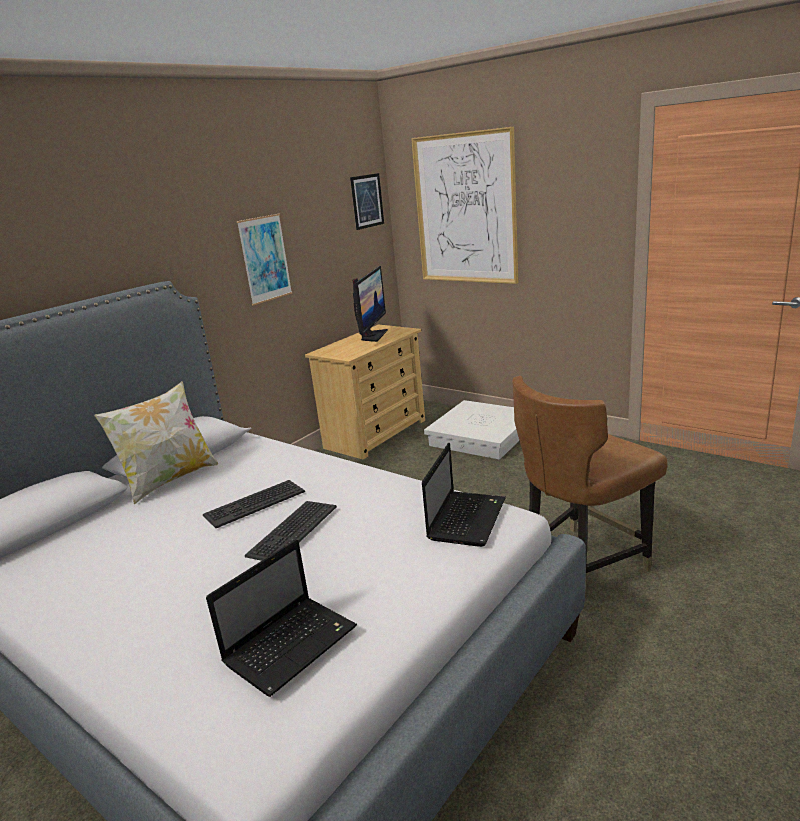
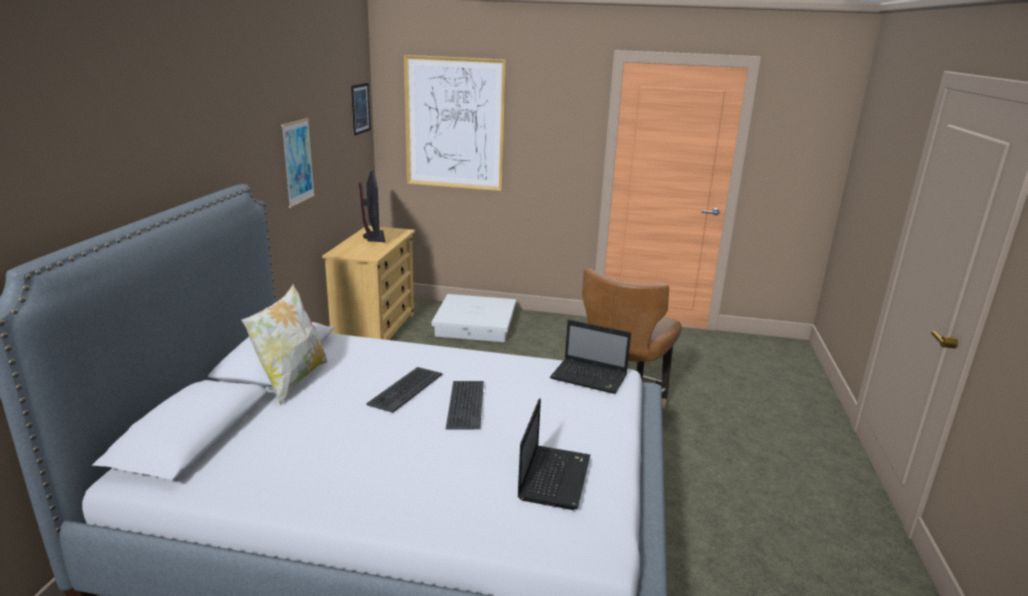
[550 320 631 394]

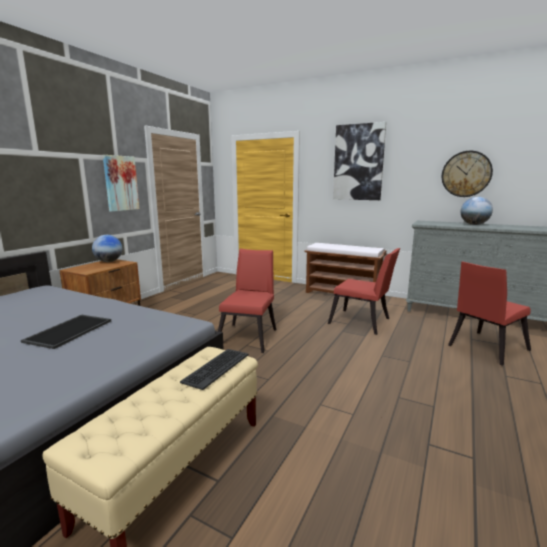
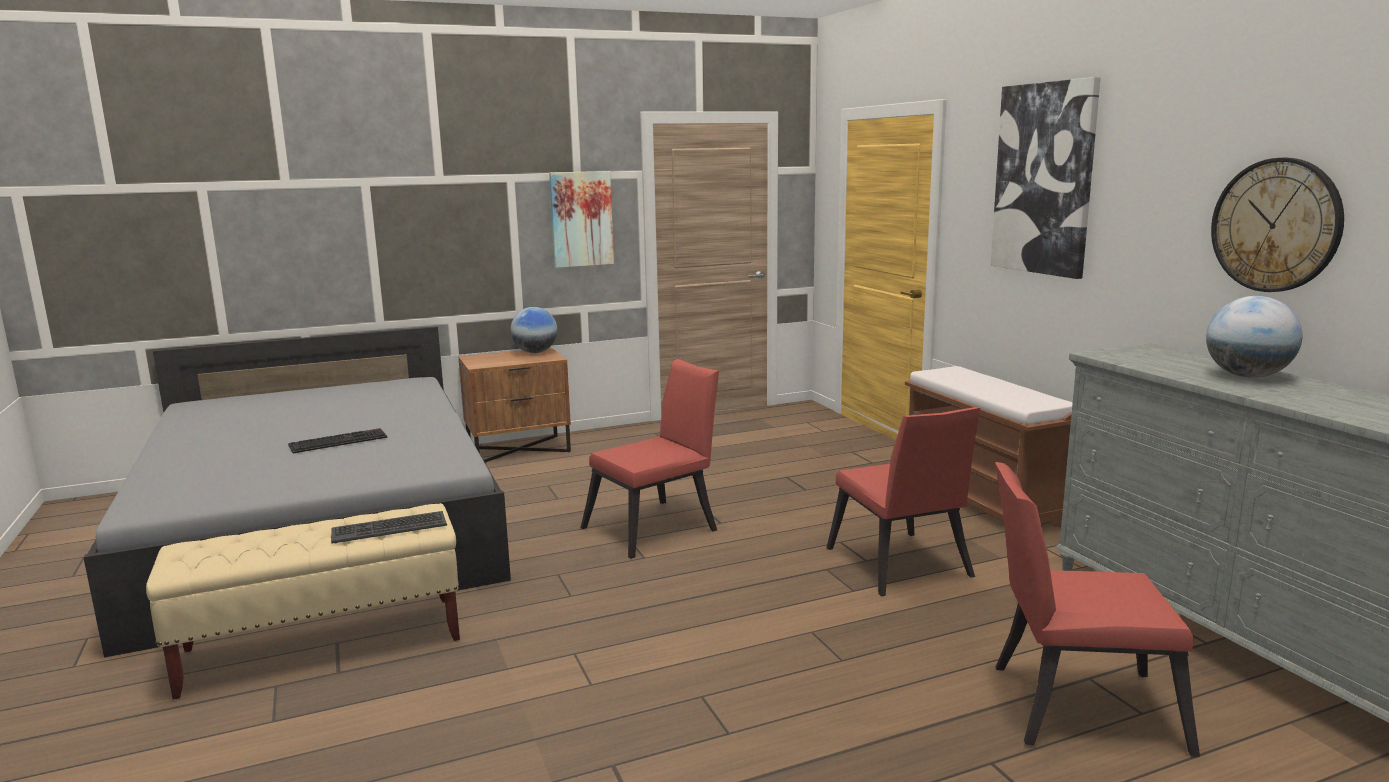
[288 428 387 453]

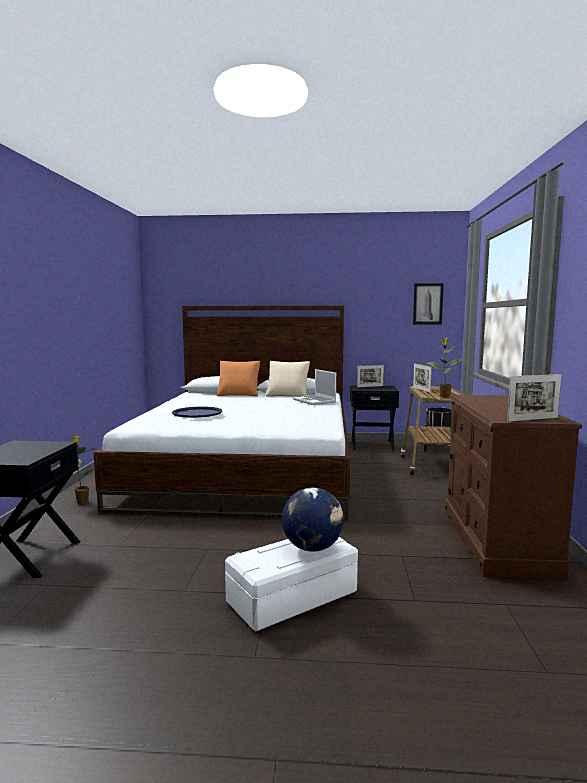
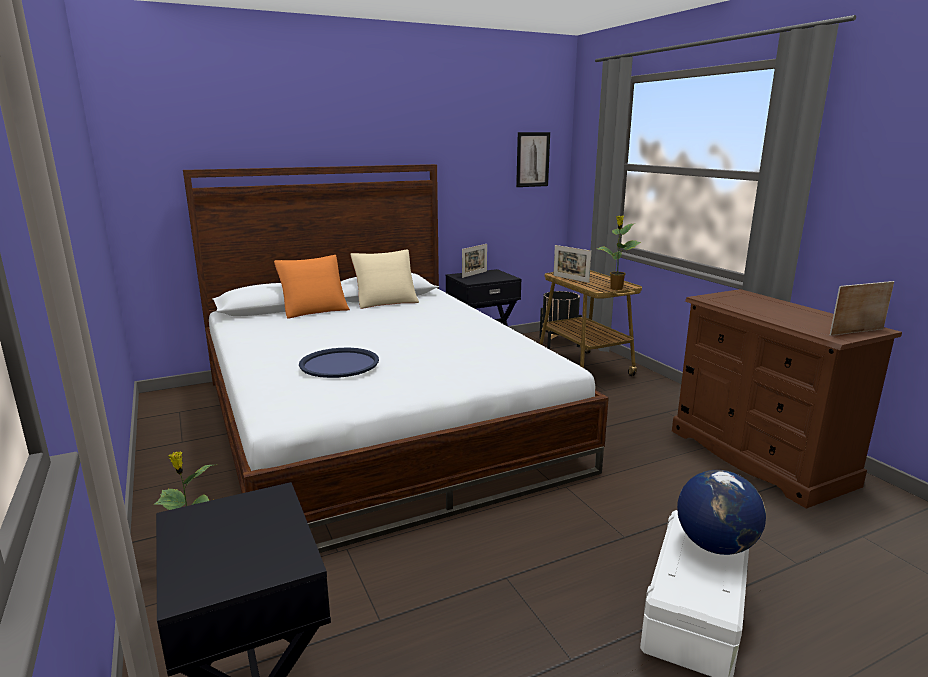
[830 281 894 336]
[293 369 336 405] (first image)

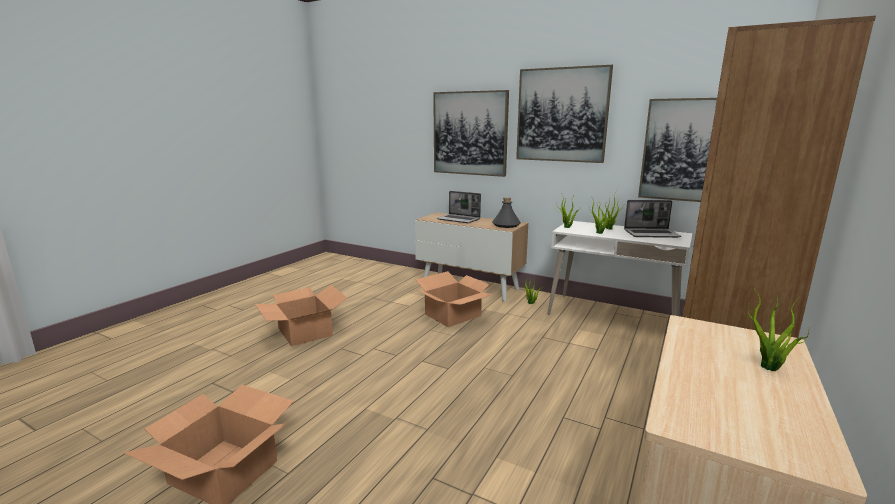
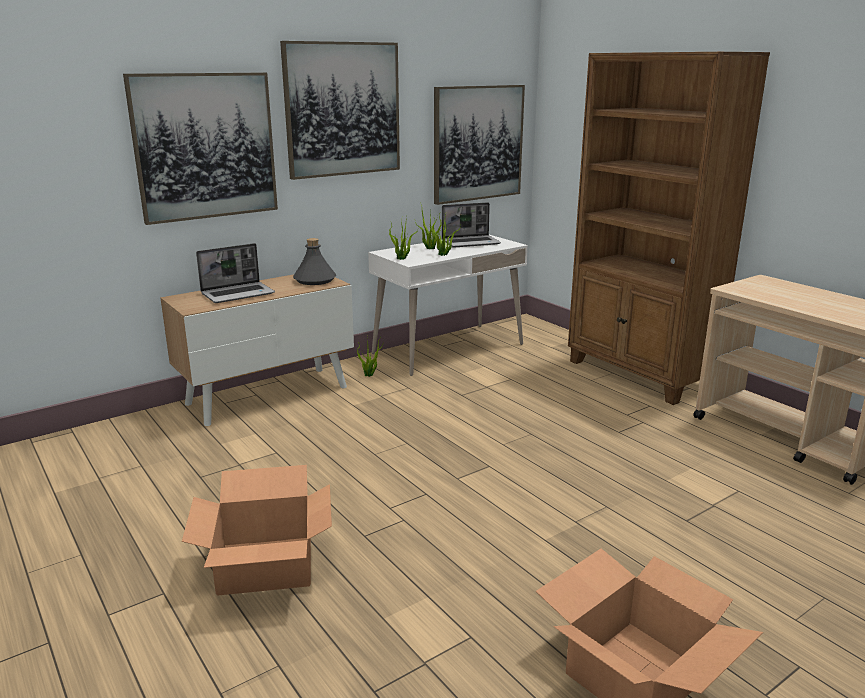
[442 202 501 248]
[415 271 493 327] (first image)
[748 290 809 371] (first image)

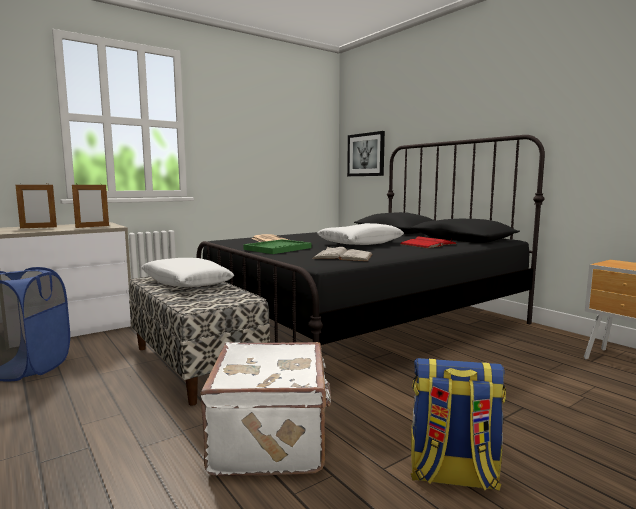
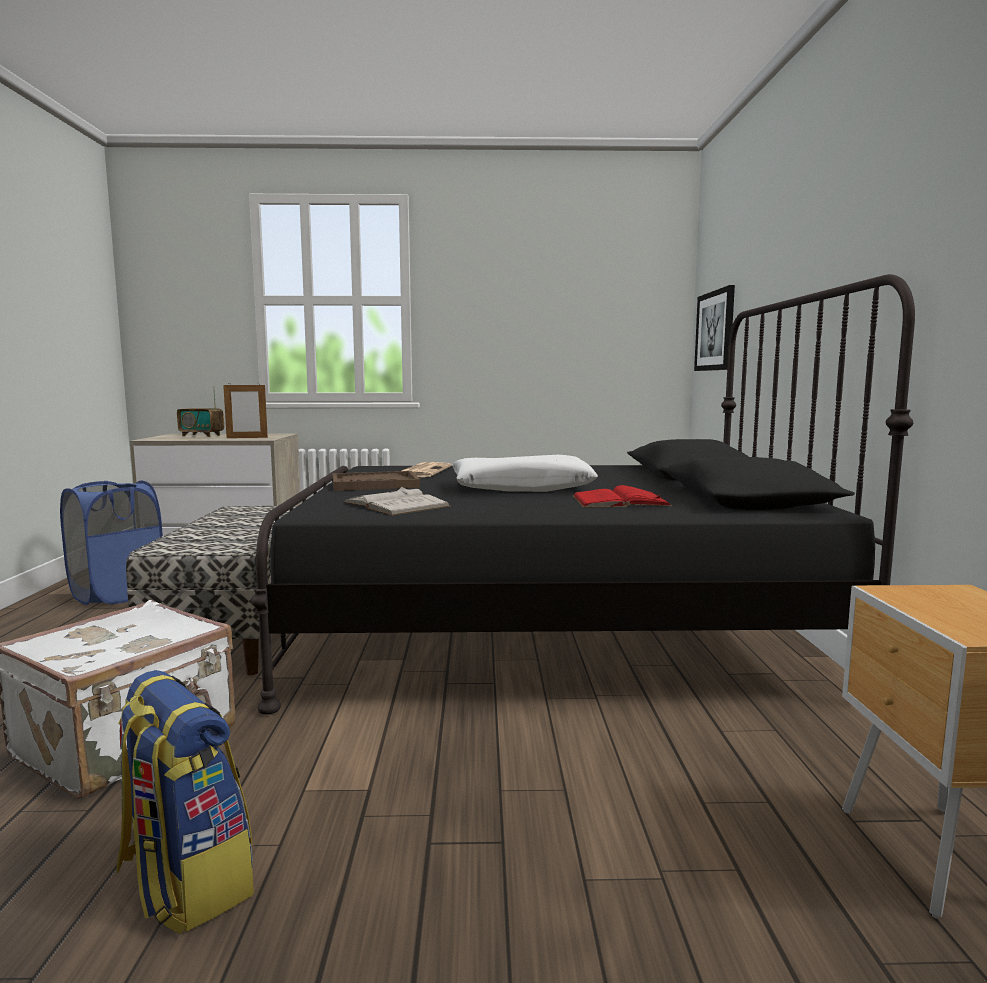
[177 386 224 437]
[332 471 420 491]
[141 258 234 287] (first image)

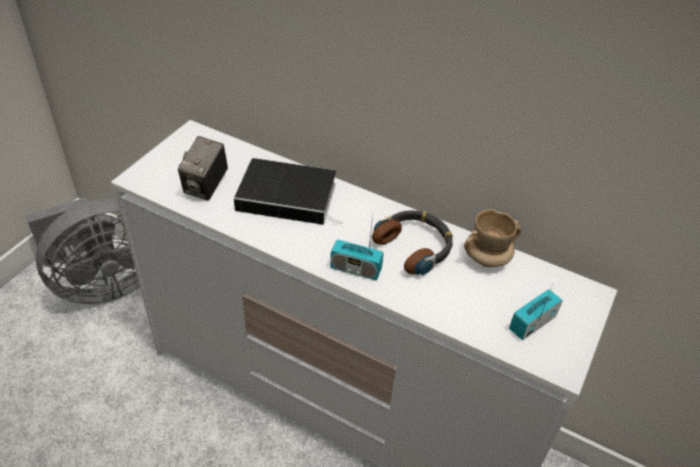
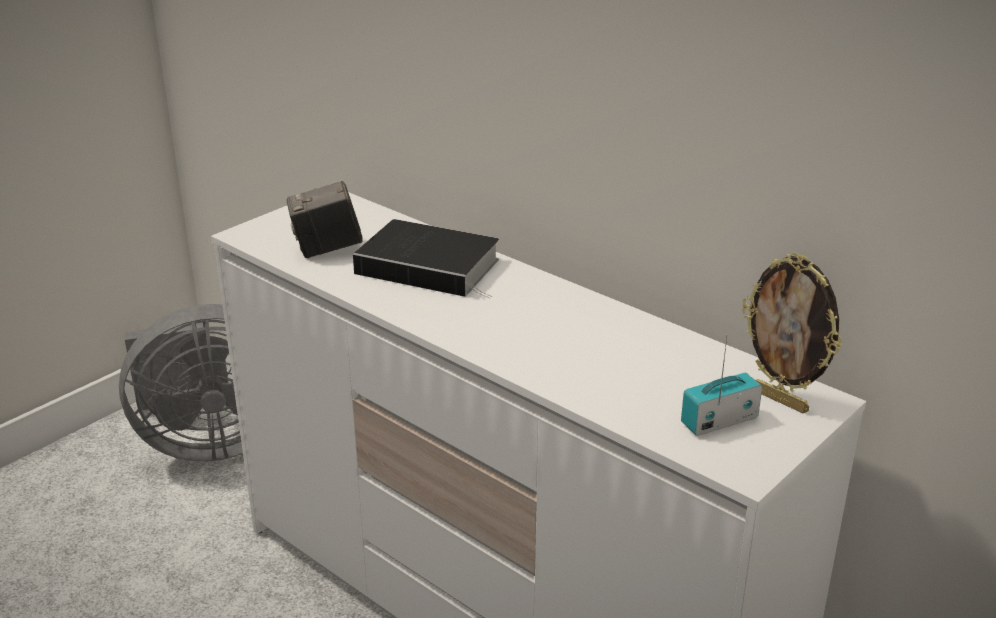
[287 181 363 258]
[742 253 842 413]
[330 214 384 280] (first image)
[372 210 453 275] (first image)
[464 209 522 267] (first image)

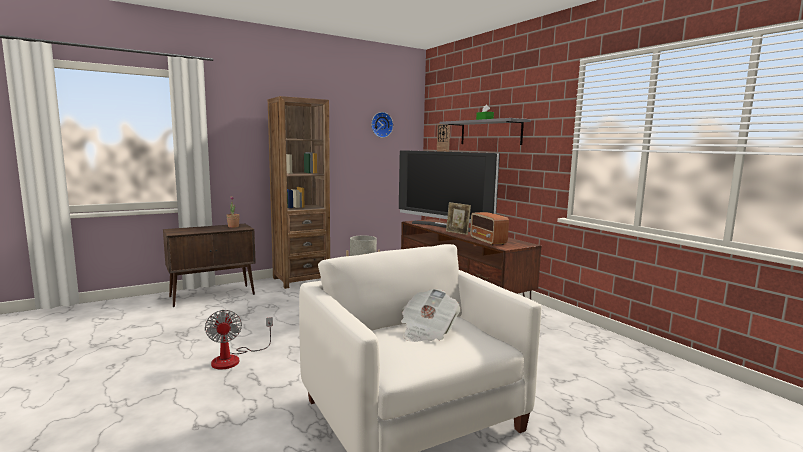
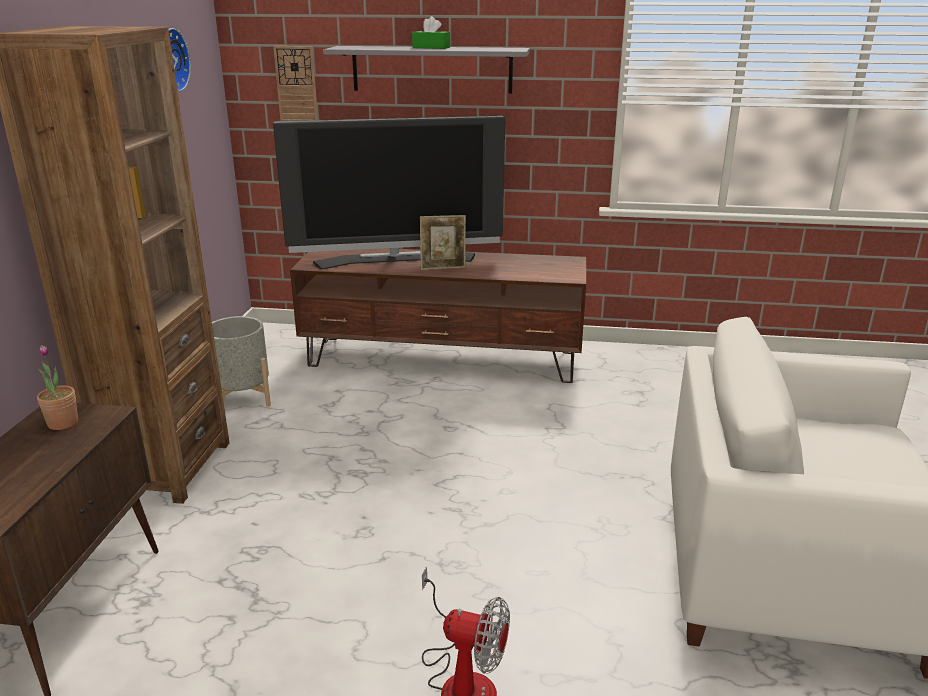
[401 289 460 342] (first image)
[470 212 509 246] (first image)

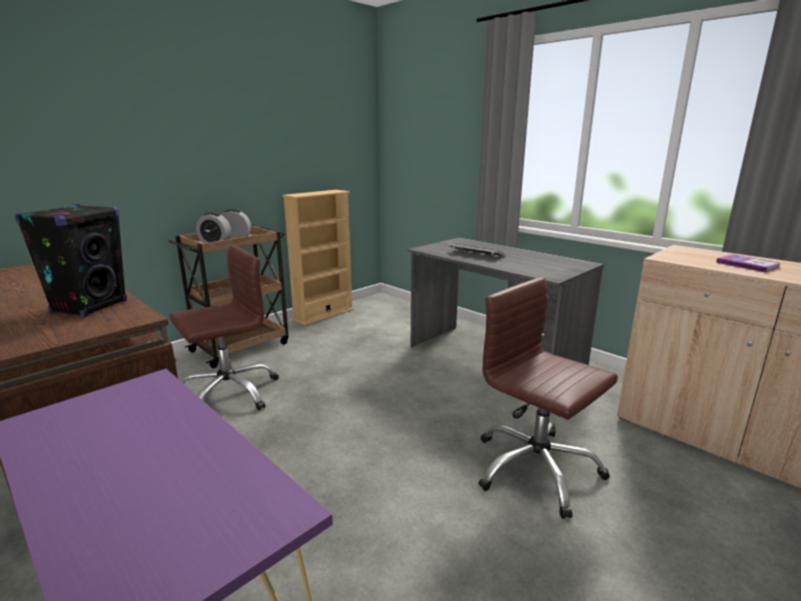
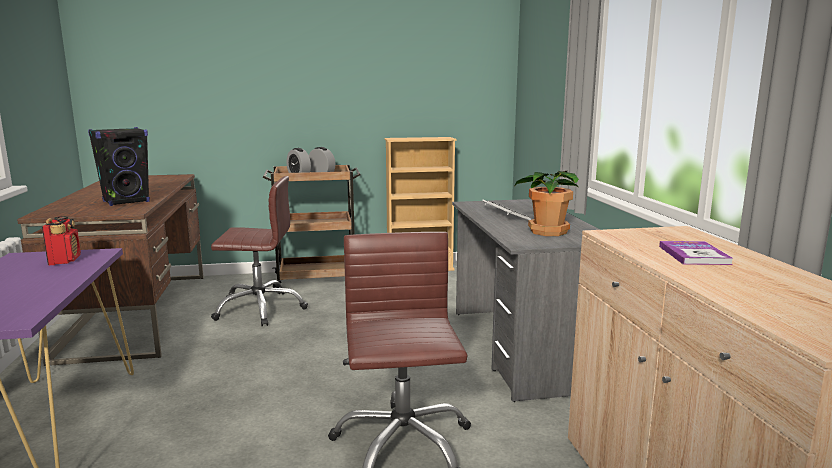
[42 216 81 265]
[514 171 579 236]

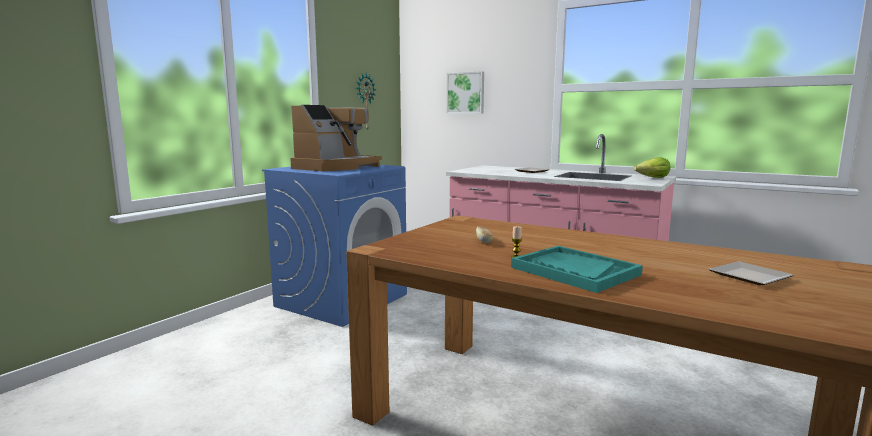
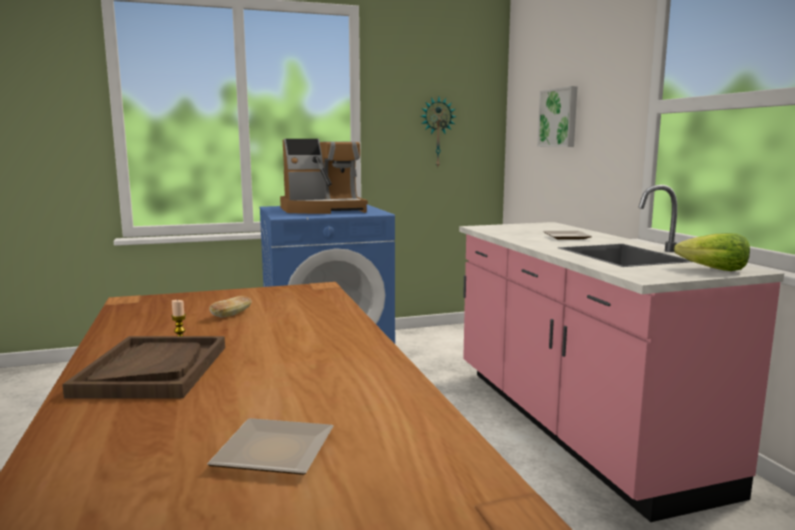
[62 336 225 399]

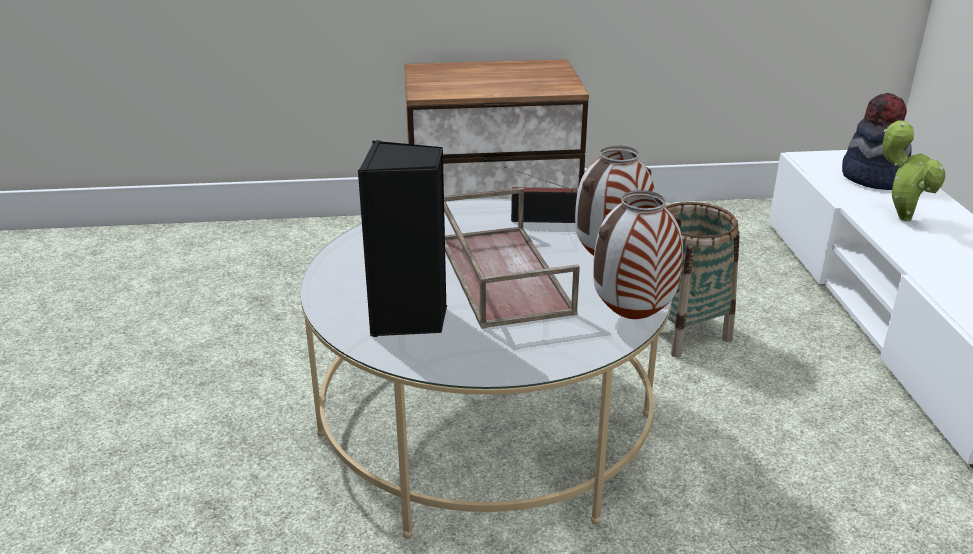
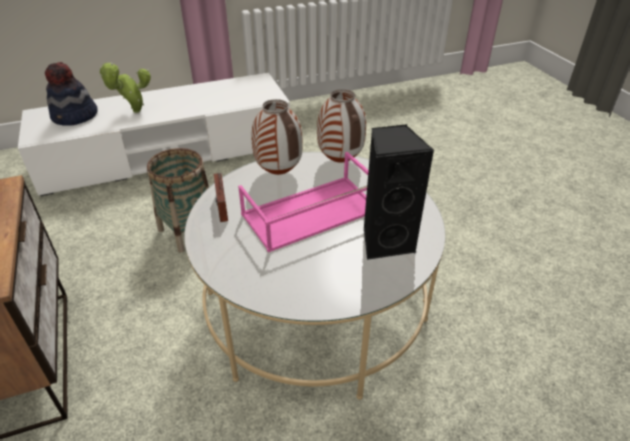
[238 152 369 252]

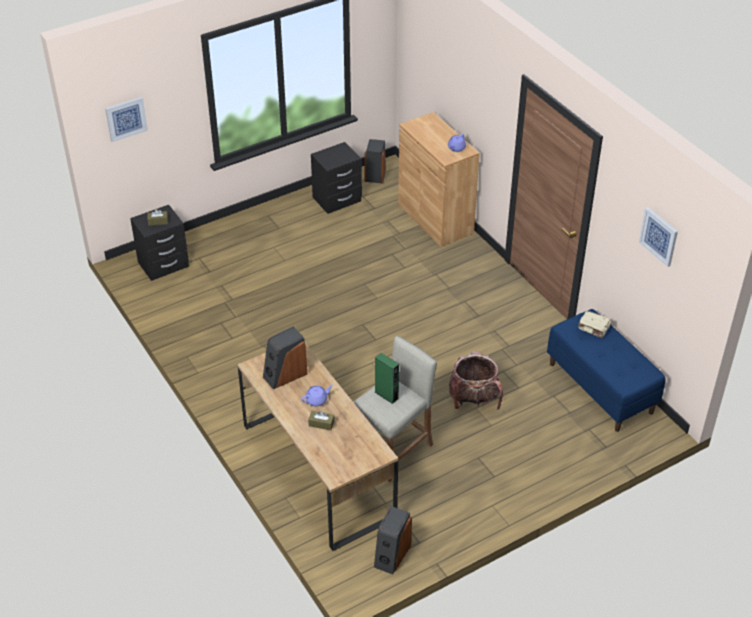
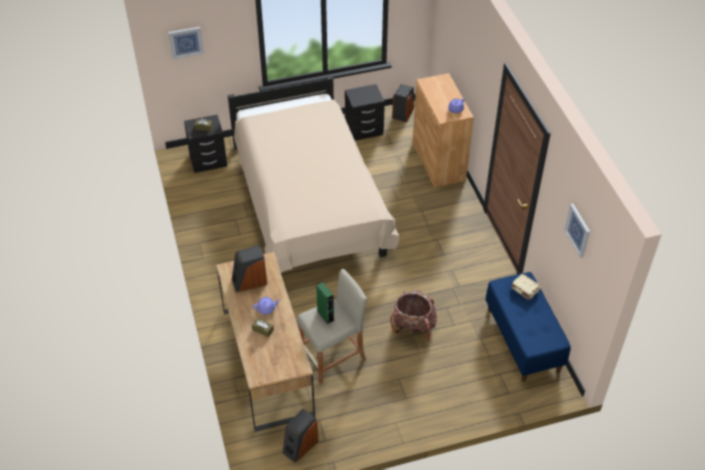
[228 76 399 278]

